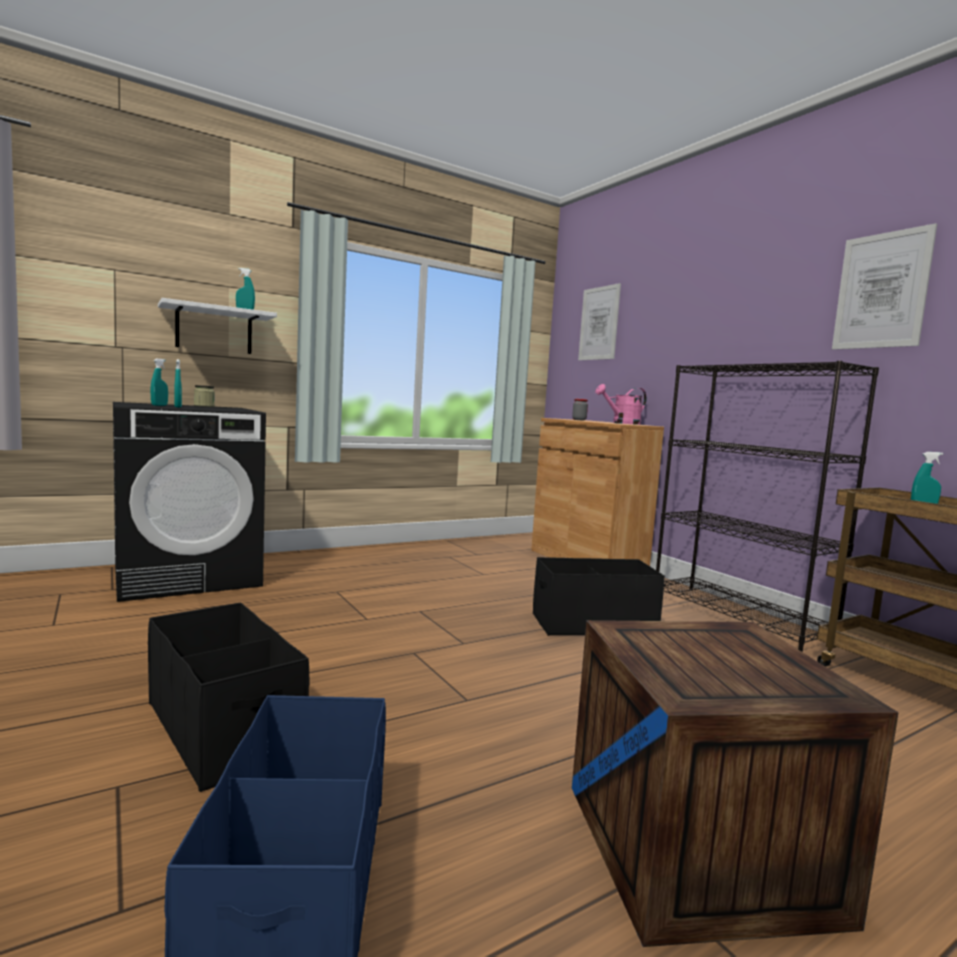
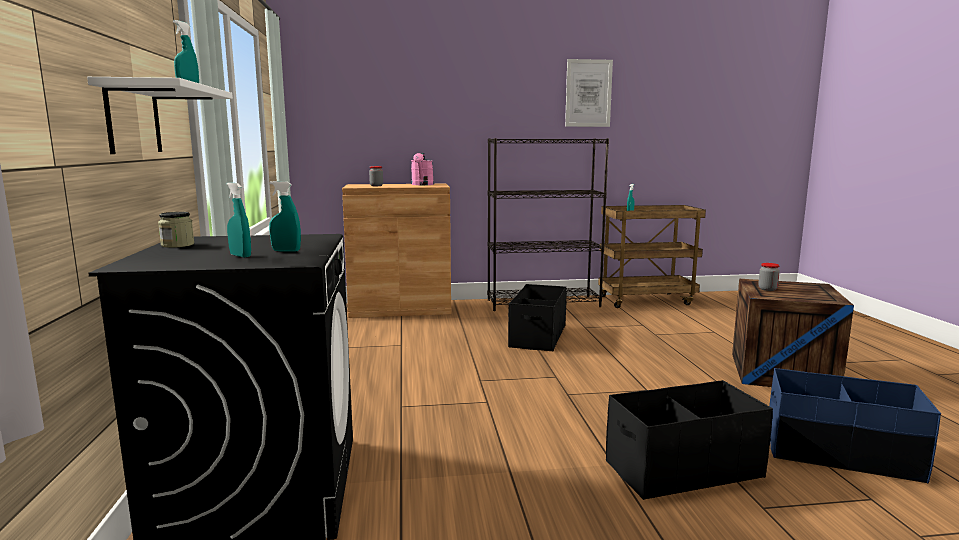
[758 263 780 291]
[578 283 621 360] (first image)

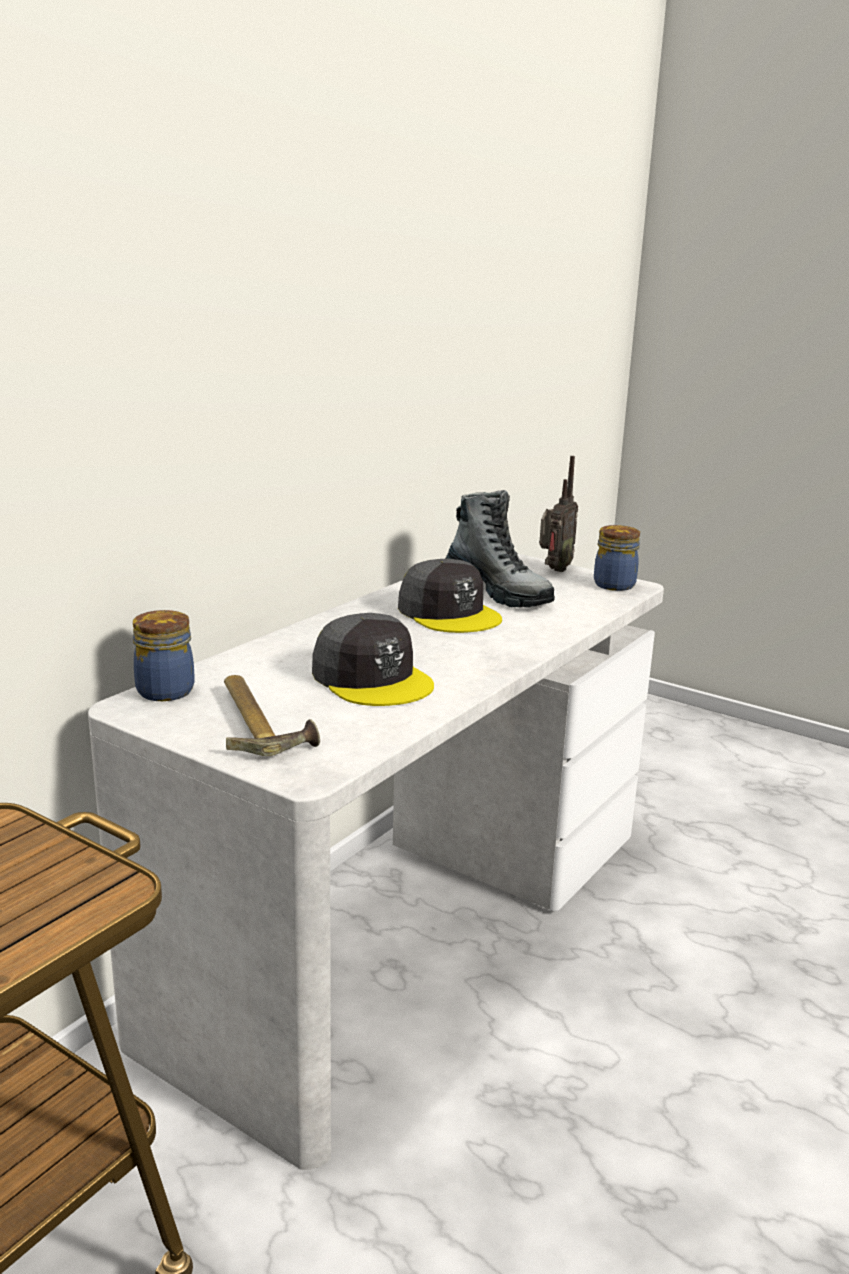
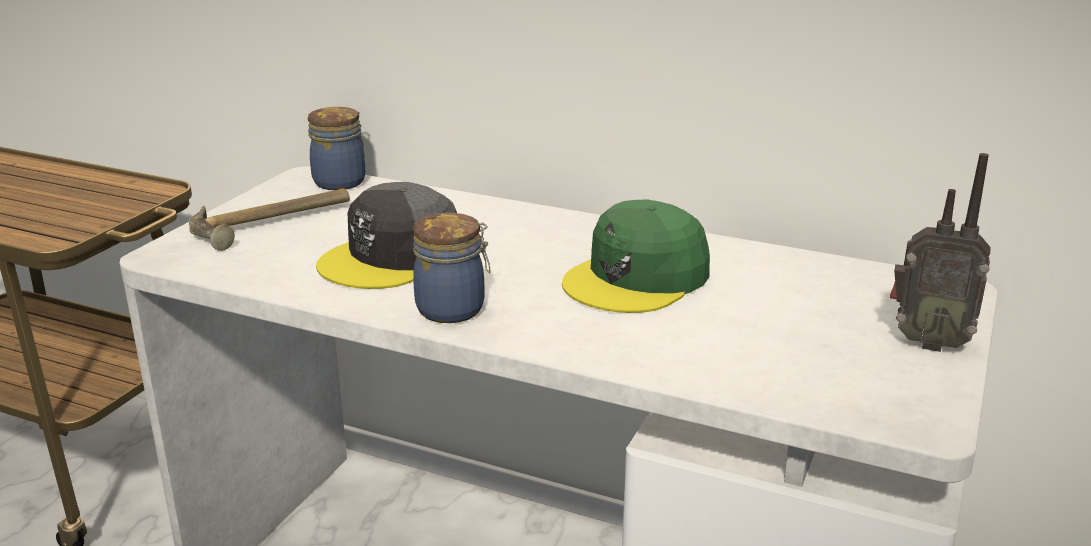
[413 213 491 323]
[562 200 710 313]
[445 490 555 607] (first image)

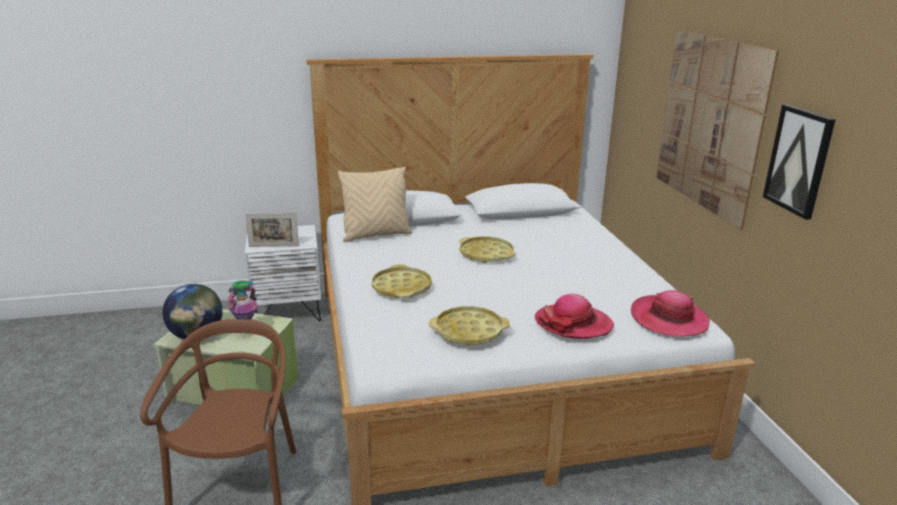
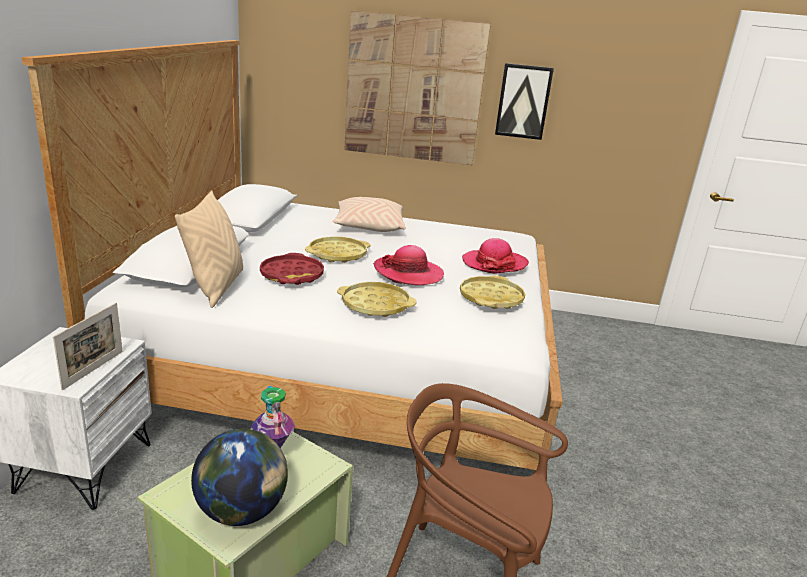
[260 253 324 285]
[332 197 406 232]
[373 245 444 285]

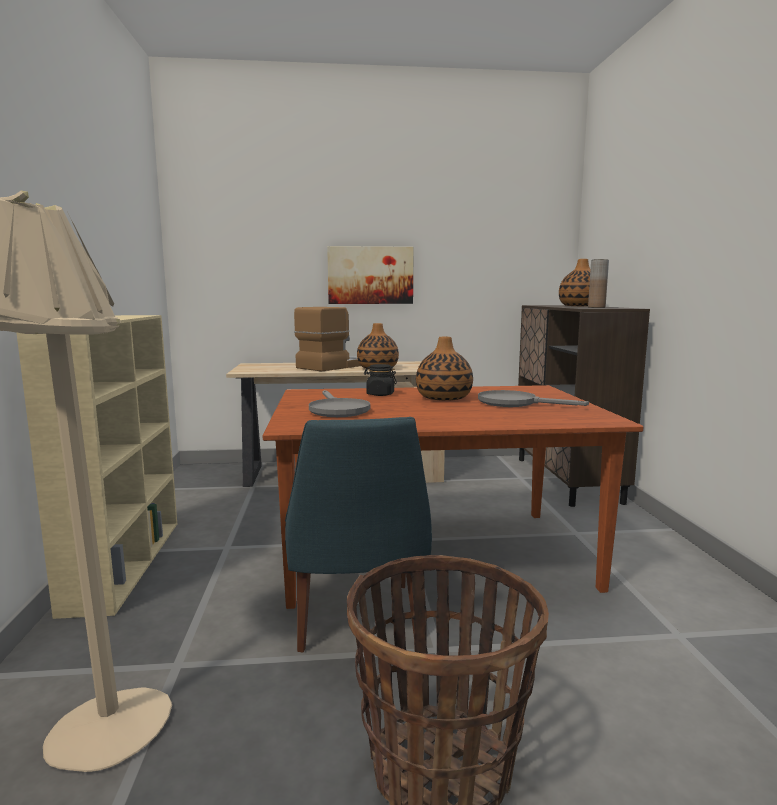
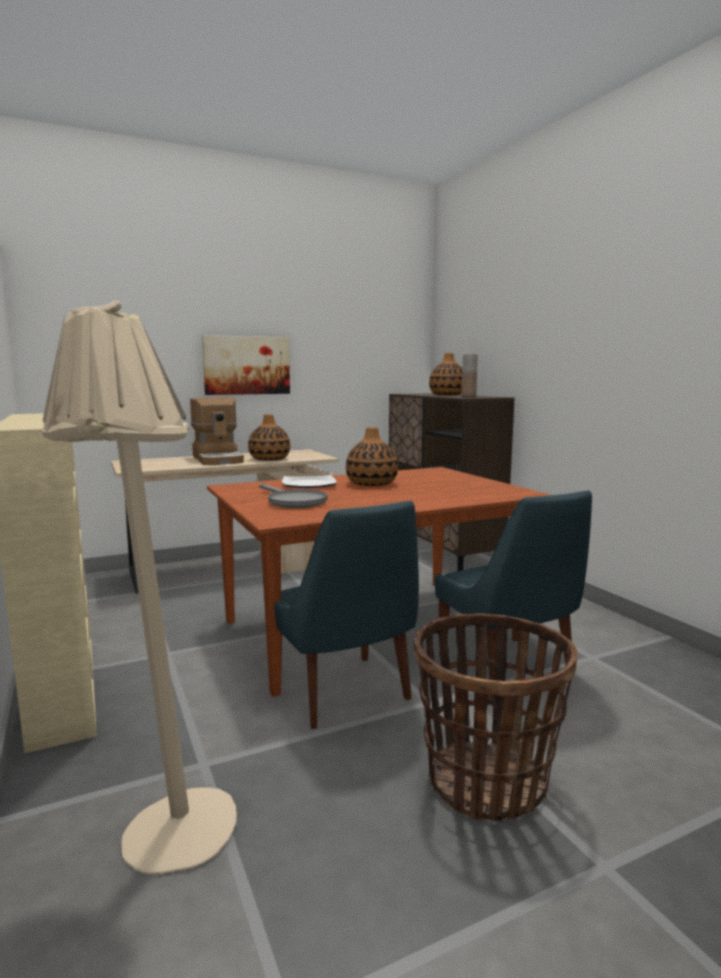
[190 397 244 465]
[282 475 337 488]
[435 490 592 698]
[478 390 589 407] (first image)

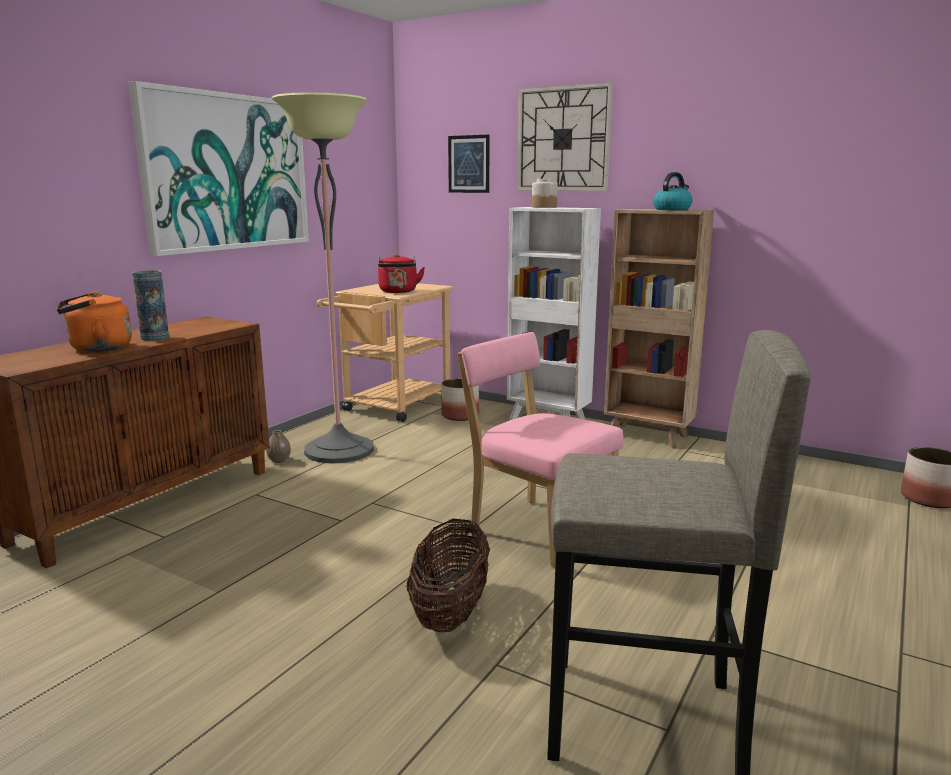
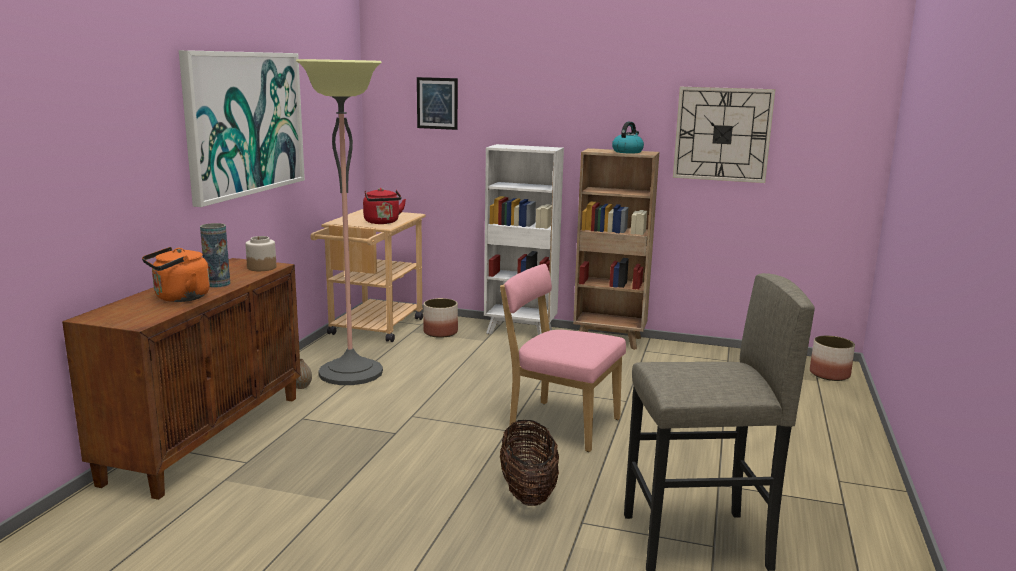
[245 236 276 271]
[673 87 775 183]

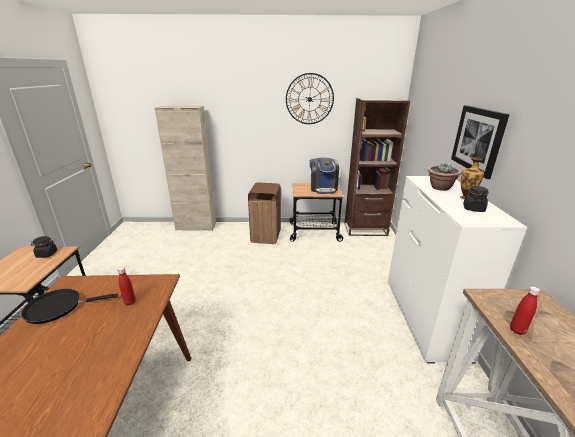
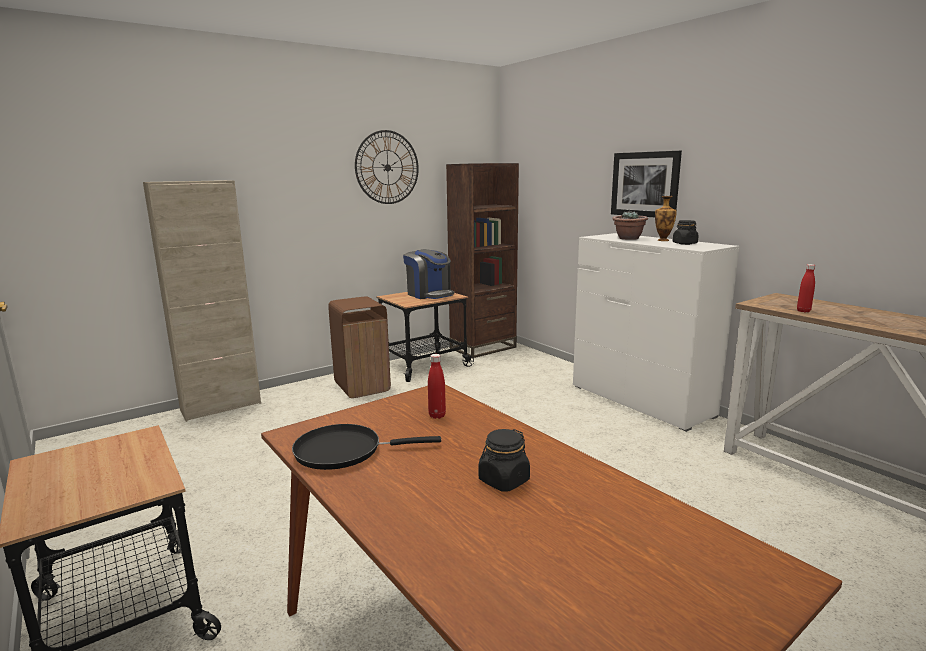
[292 424 441 470]
[479 429 530 492]

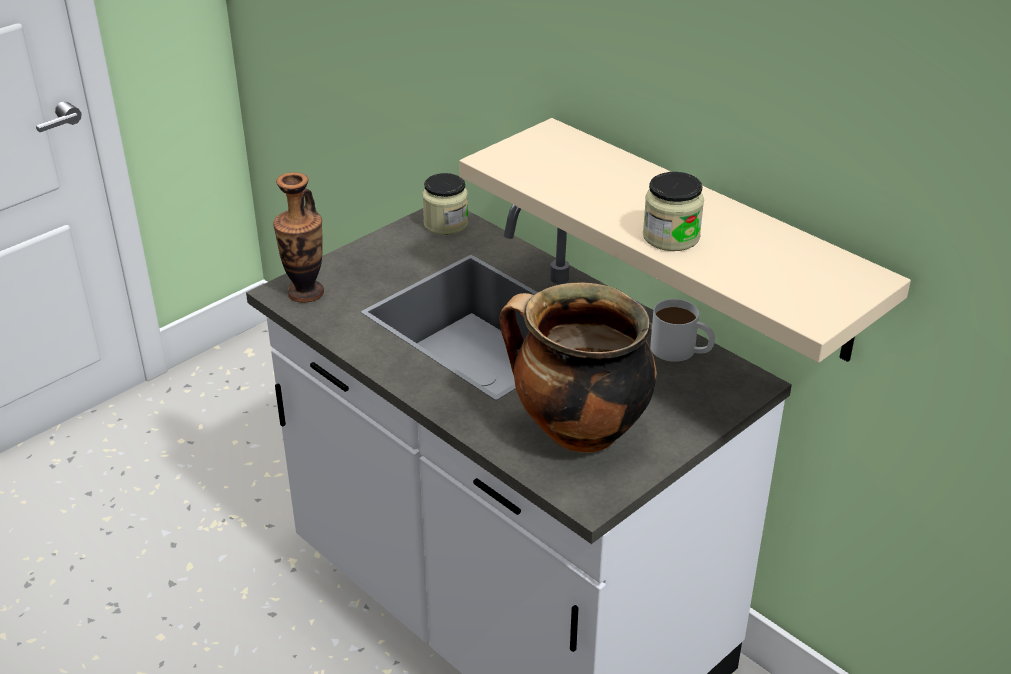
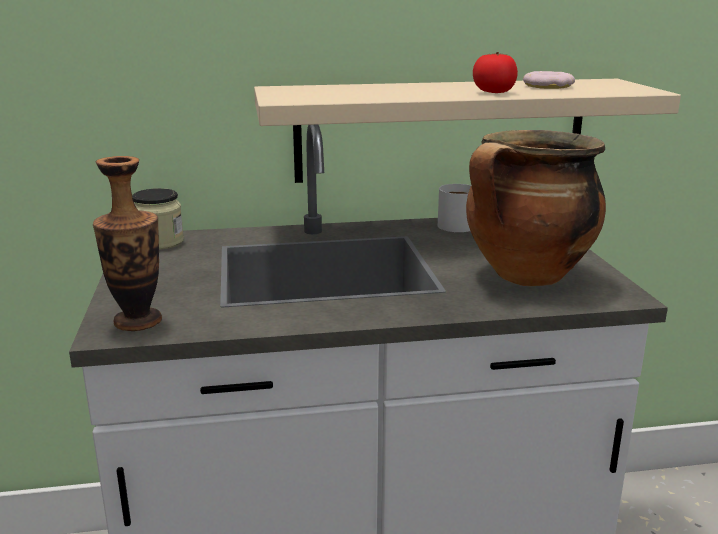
[473 52 518 93]
[523 71 575 89]

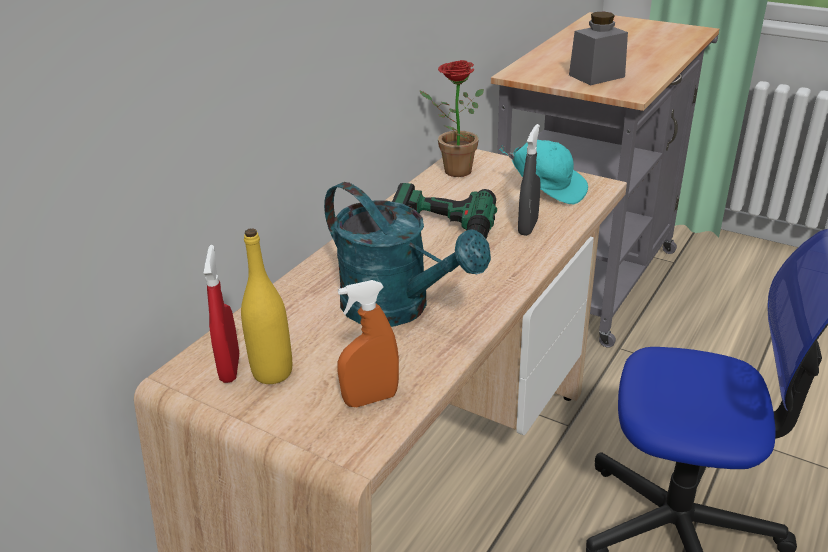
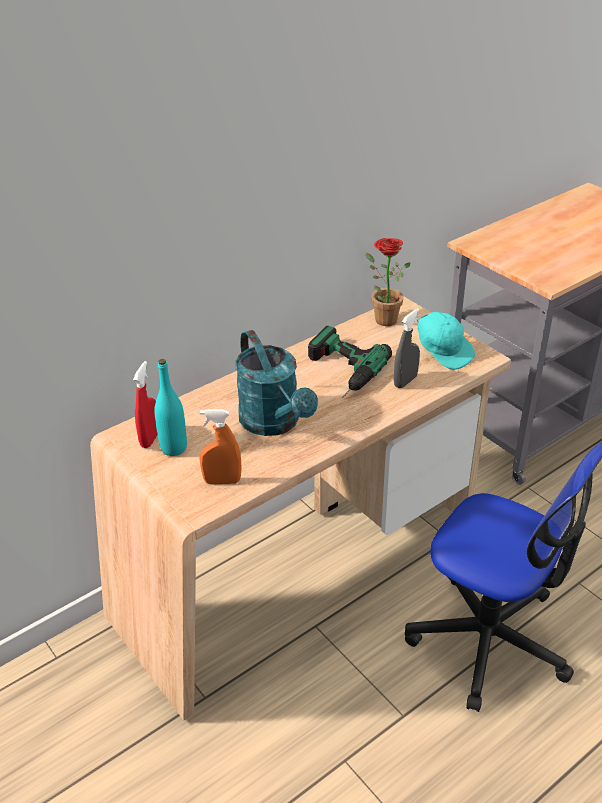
[154 359 187 456]
[569 12 628 85] (first image)

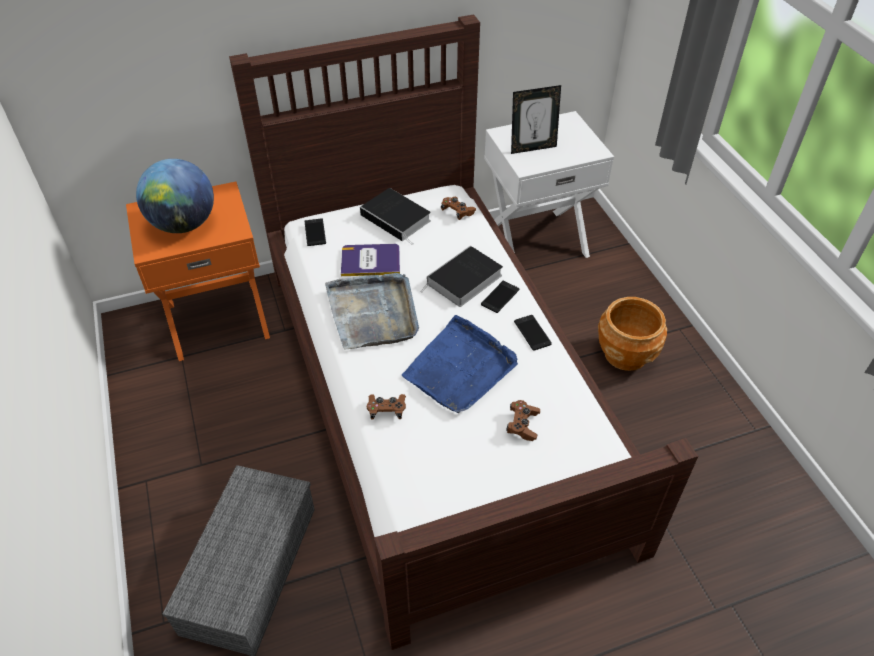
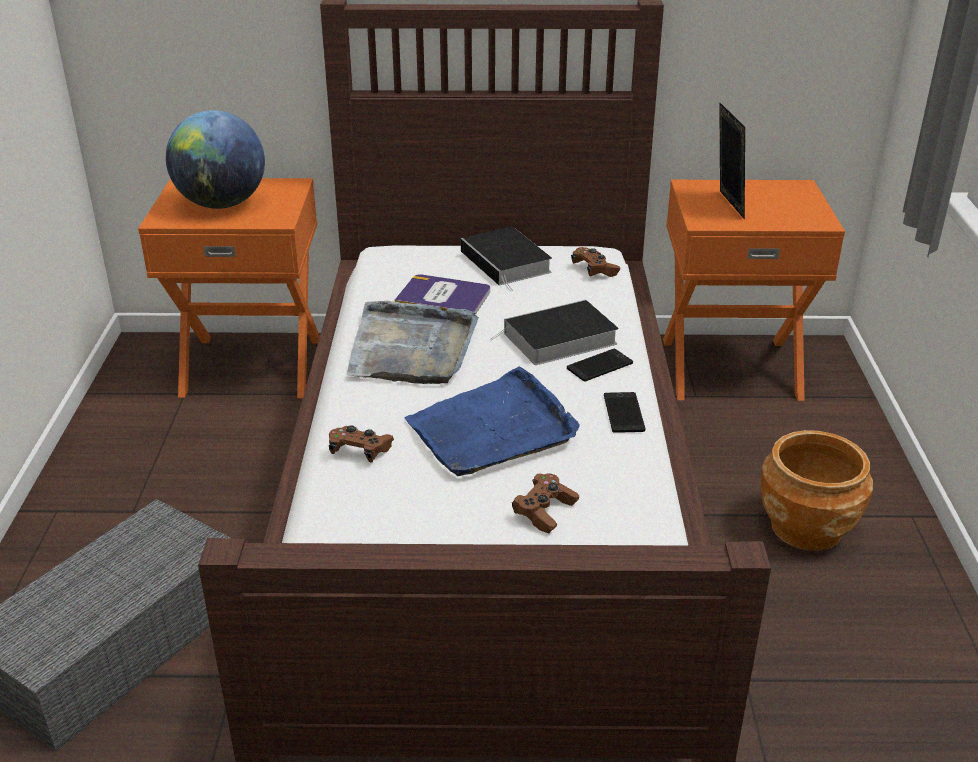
[663 180 845 401]
[719 102 745 220]
[304 218 326 246] (first image)

